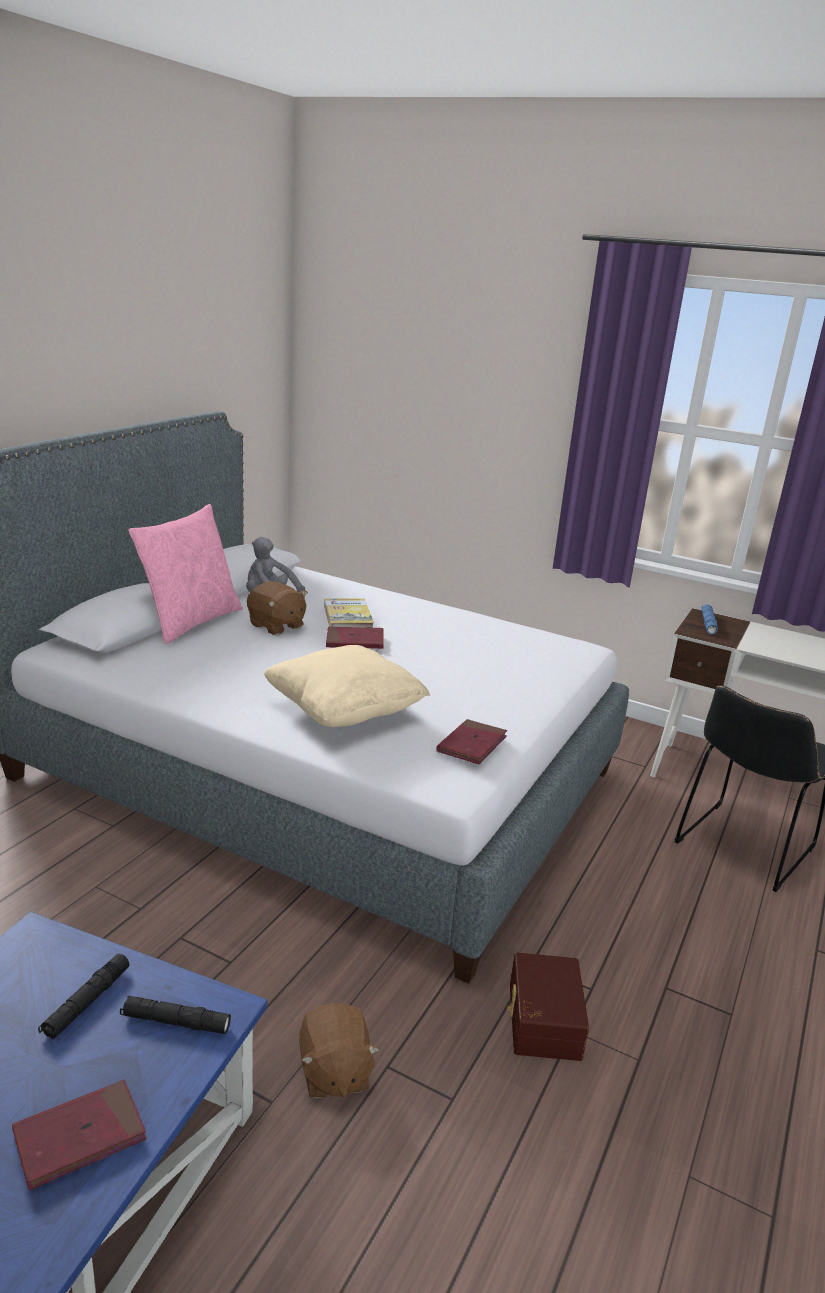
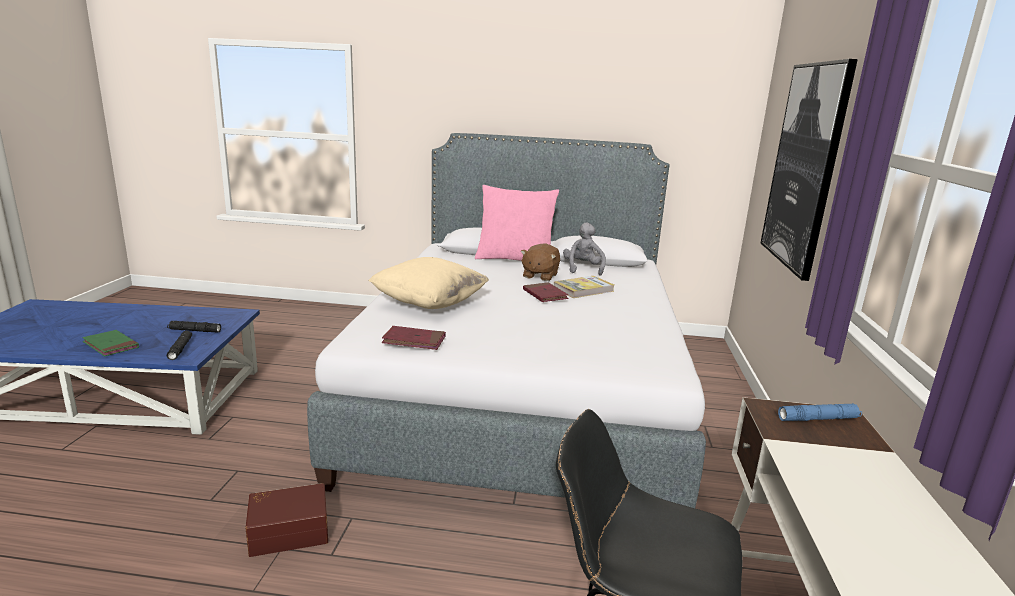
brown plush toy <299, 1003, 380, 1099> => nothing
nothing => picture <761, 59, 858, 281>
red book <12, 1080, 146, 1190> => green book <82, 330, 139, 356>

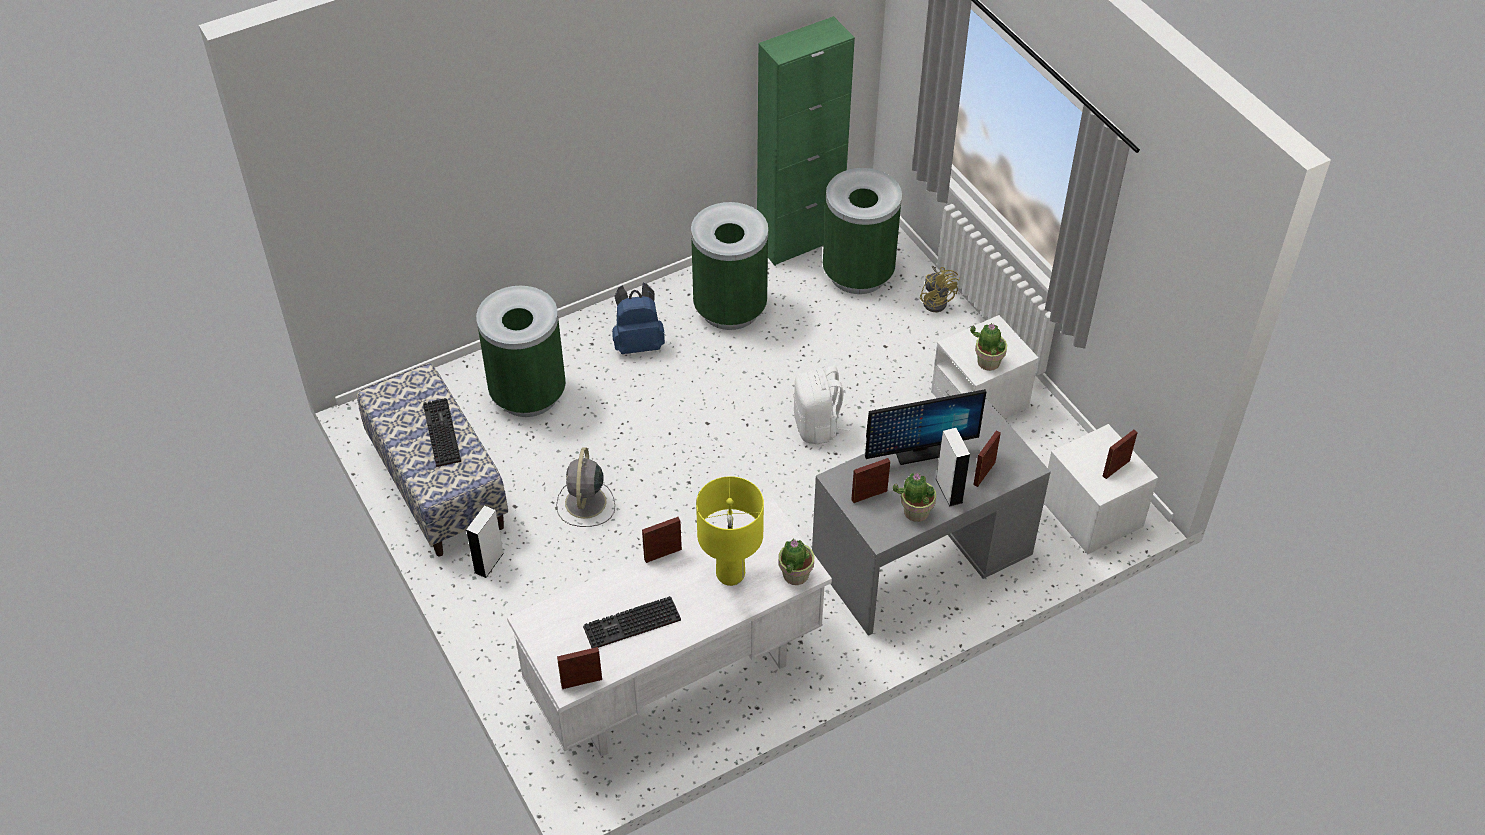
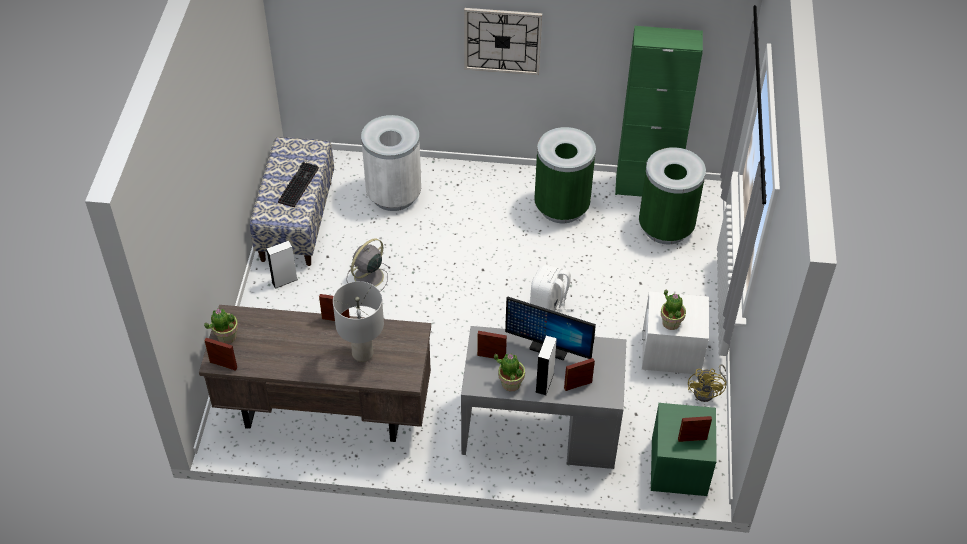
keyboard <583, 596, 681, 648> => nothing
blue backpack <612, 283, 665, 354> => nothing
nothing => wall clock <464, 8, 542, 75>
potted plant <778, 539, 814, 585> => potted plant <204, 309, 238, 344>, shifted
yellow fan <920, 266, 960, 312> => yellow fan <688, 364, 727, 402>, shifted
green trash can <476, 286, 566, 417> => white trash can <361, 115, 421, 211>
white desk <507, 497, 832, 757> => brown desk <199, 305, 431, 442>
yellow table lamp <696, 476, 764, 586> => grey table lamp <333, 281, 384, 362>
white nightstand <1044, 424, 1158, 554> => green nightstand <651, 403, 717, 496>

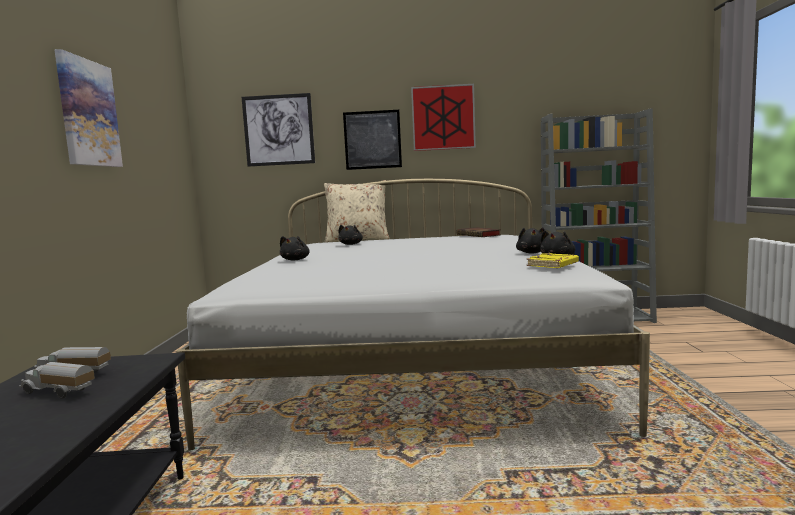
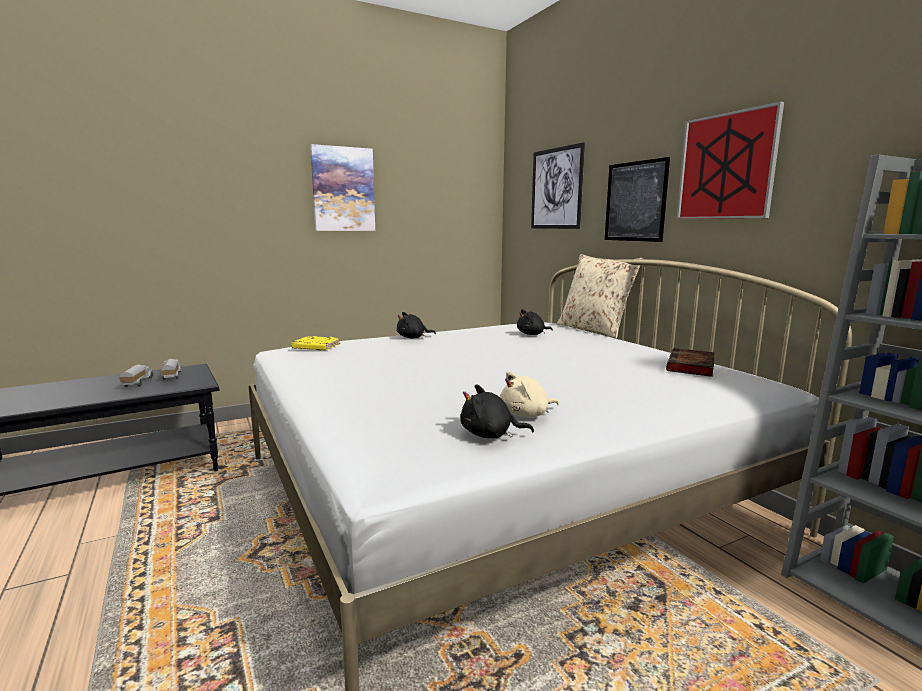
yellow book <526, 253, 579, 268> => yellow book <291, 336, 340, 350>, shifted
black plush toy <516, 227, 545, 254> => beige plush toy <500, 371, 559, 417>

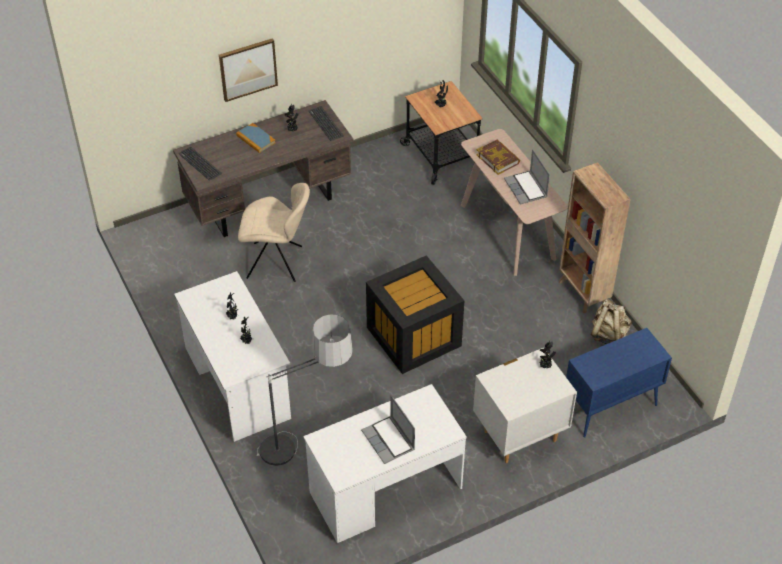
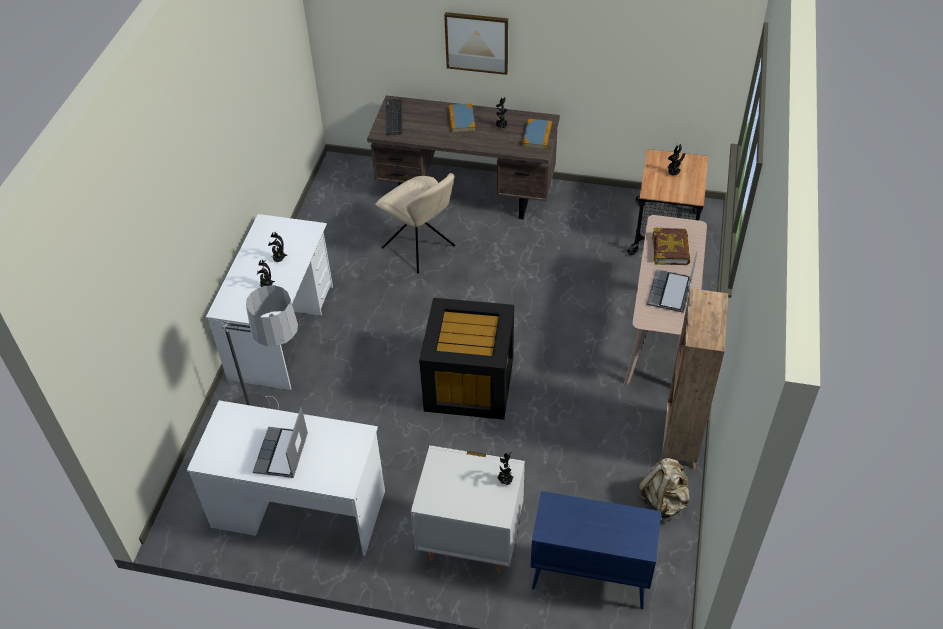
keyboard <309, 106, 344, 141> => book <522, 119, 552, 149>

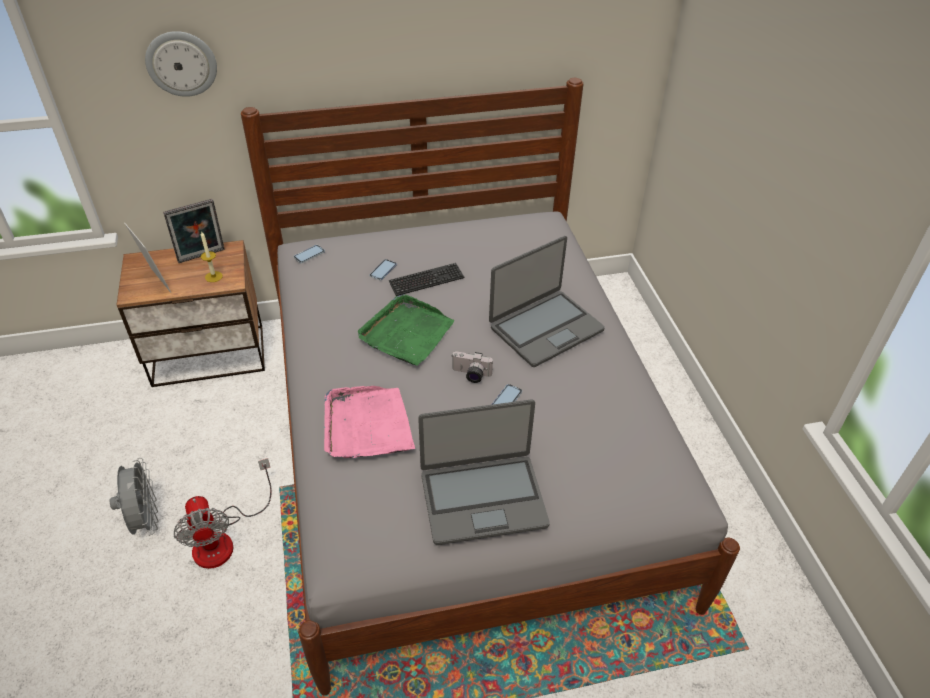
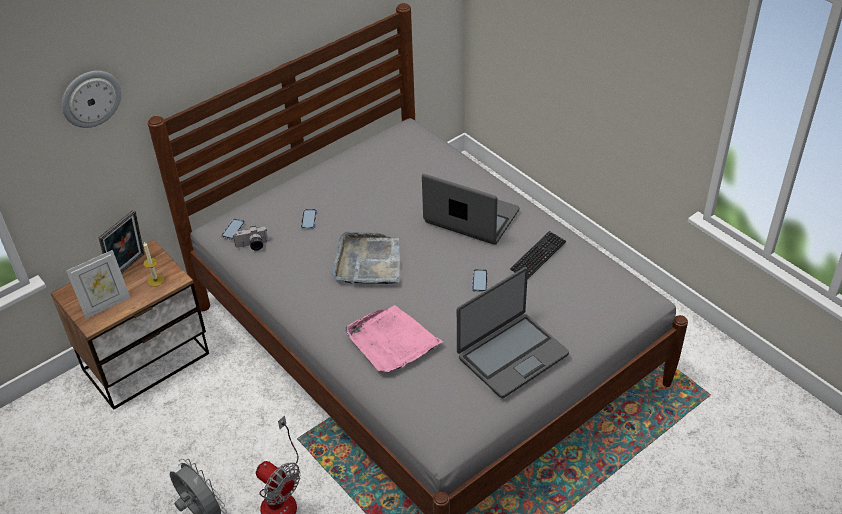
keyboard <389, 263, 464, 296> => keyboard <510, 231, 566, 280>, shifted
photo camera <452, 351, 493, 383> => photo camera <233, 226, 268, 251>, shifted
green tray <358, 294, 454, 366> => grey tray <331, 232, 400, 284>
picture frame <125, 223, 171, 293> => picture frame <66, 250, 130, 319>, 120 degrees clockwise
laptop <489, 236, 605, 367> => laptop <422, 174, 519, 245>, 90 degrees counterclockwise

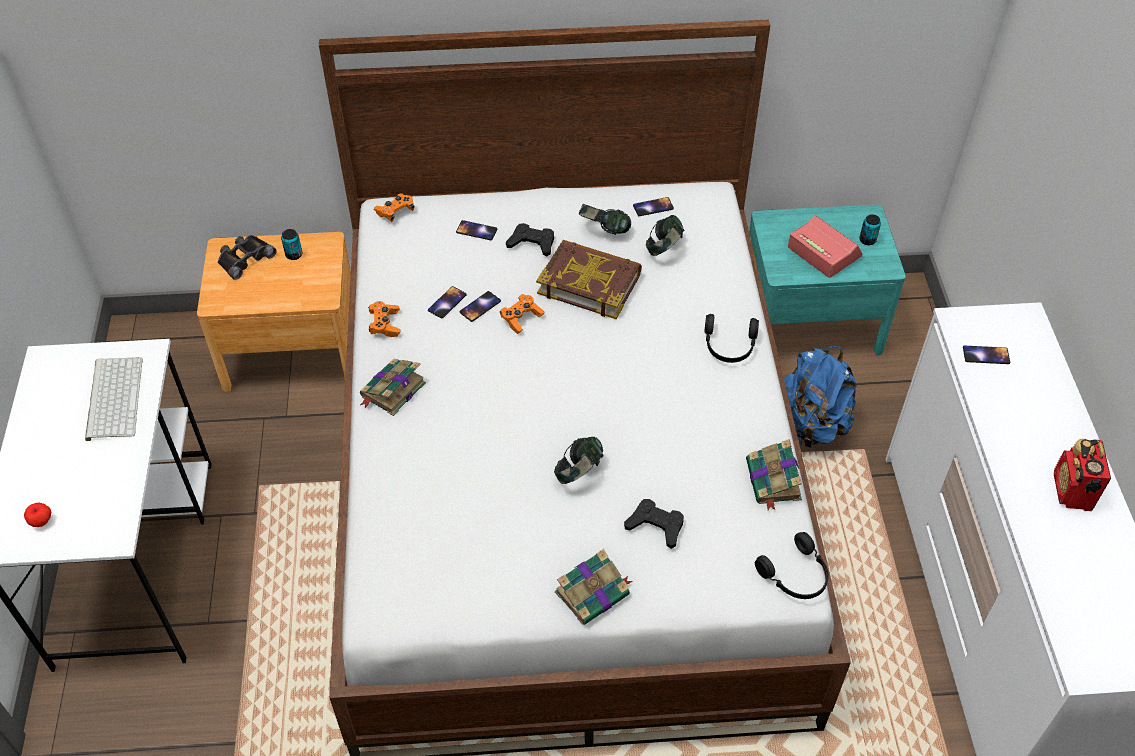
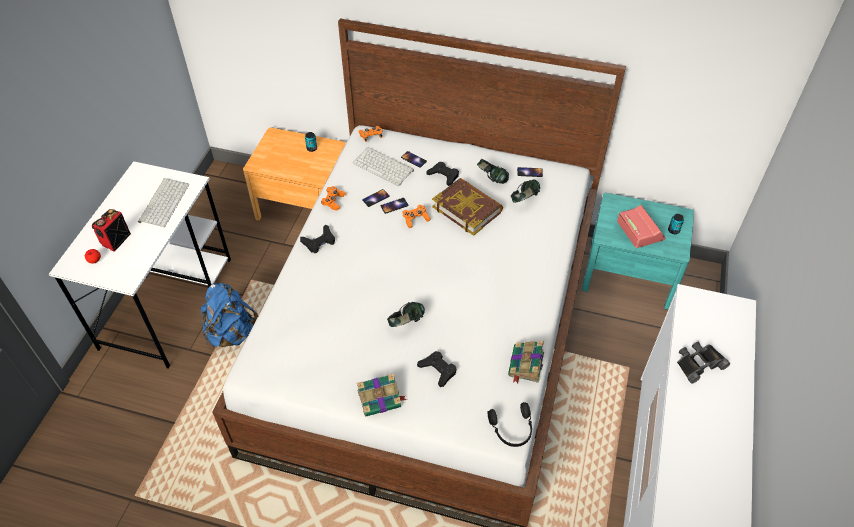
black headphones <704, 314, 759, 363> => nothing
phone <963, 346, 1010, 364> => nothing
nothing => keyboard <353, 147, 414, 186>
black binoculars <218, 235, 277, 280> => black binoculars <677, 342, 730, 383>, shifted
blue backpack <784, 346, 857, 448> => blue backpack <201, 283, 259, 348>, shifted
radio <1054, 439, 1111, 511> => radio <92, 209, 131, 251>, shifted
book <360, 358, 426, 416> => black game controller <300, 225, 335, 253>

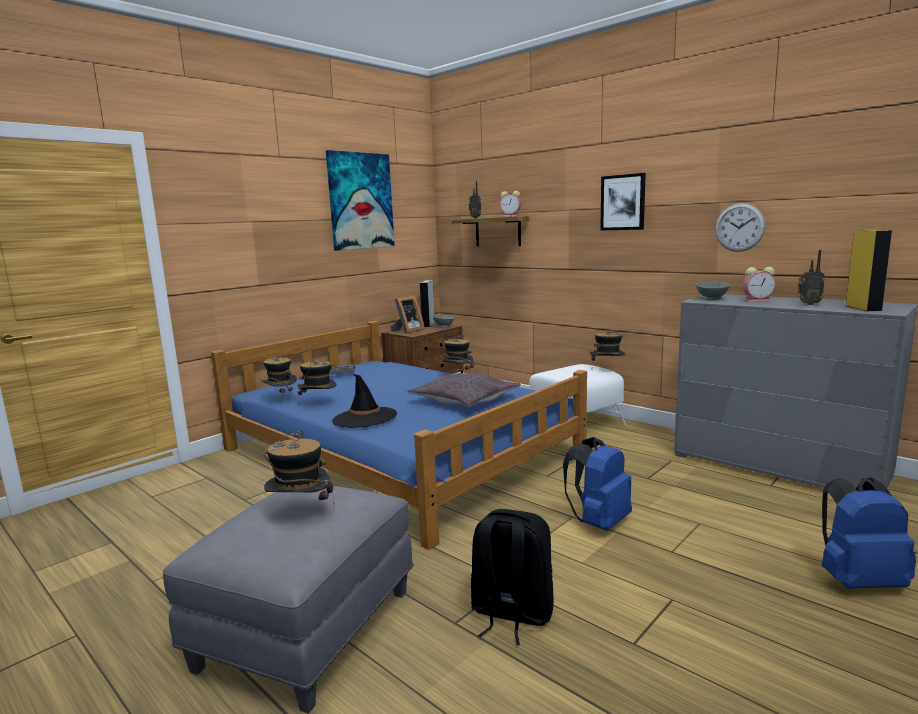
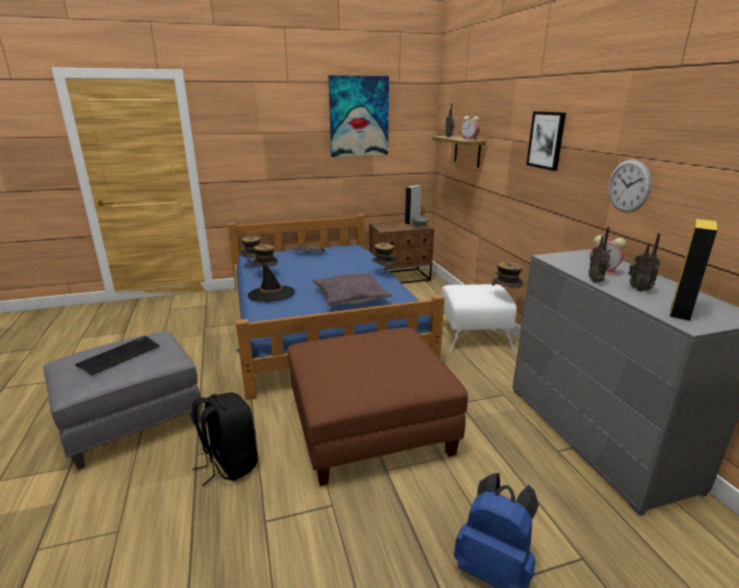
picture frame <391, 295, 425, 334> => nothing
grey bowl <696, 281, 730, 300> => nothing
nothing => radio <589, 227, 611, 283>
hat <263, 431, 334, 506> => keyboard <76, 336, 160, 376>
blue backpack <563, 437, 632, 531> => brown ottoman <287, 327, 468, 486>

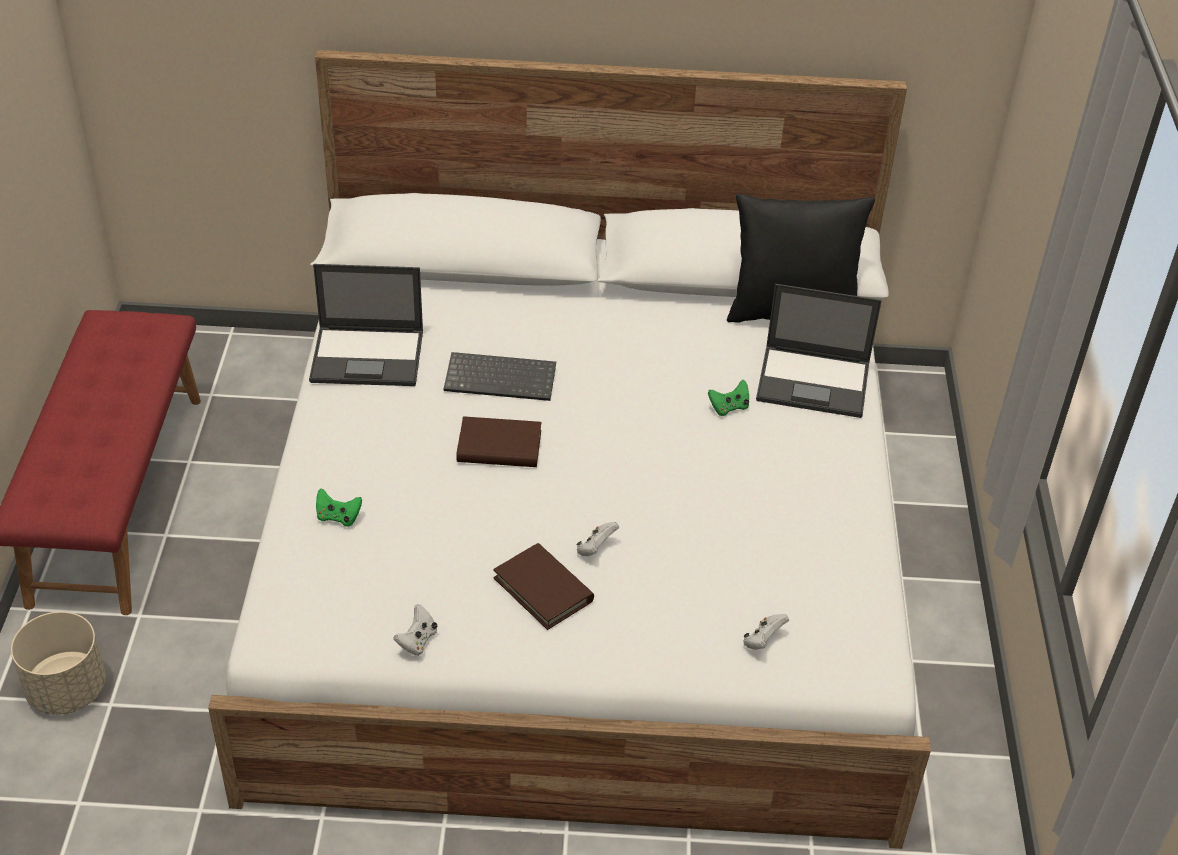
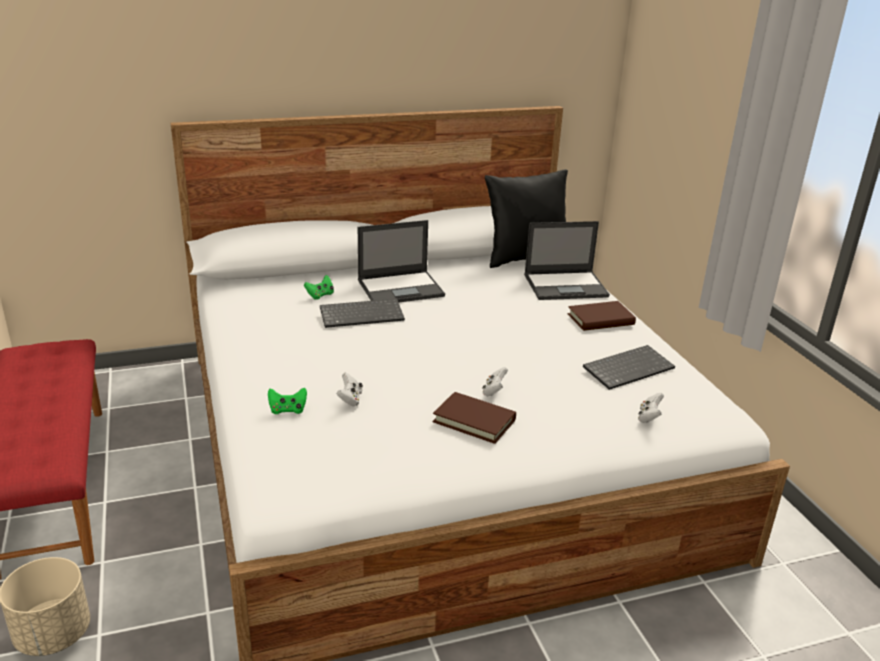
nothing => keyboard <583, 345, 675, 390>
laptop <309, 264, 423, 386> => laptop <358, 220, 445, 303>, shifted
white game controller <393, 604, 437, 656> => white game controller <337, 373, 363, 406>, shifted
brown book <456, 416, 541, 467> => brown book <568, 301, 636, 331>, shifted
green game controller <708, 380, 749, 416> => green game controller <304, 275, 334, 300>, shifted

